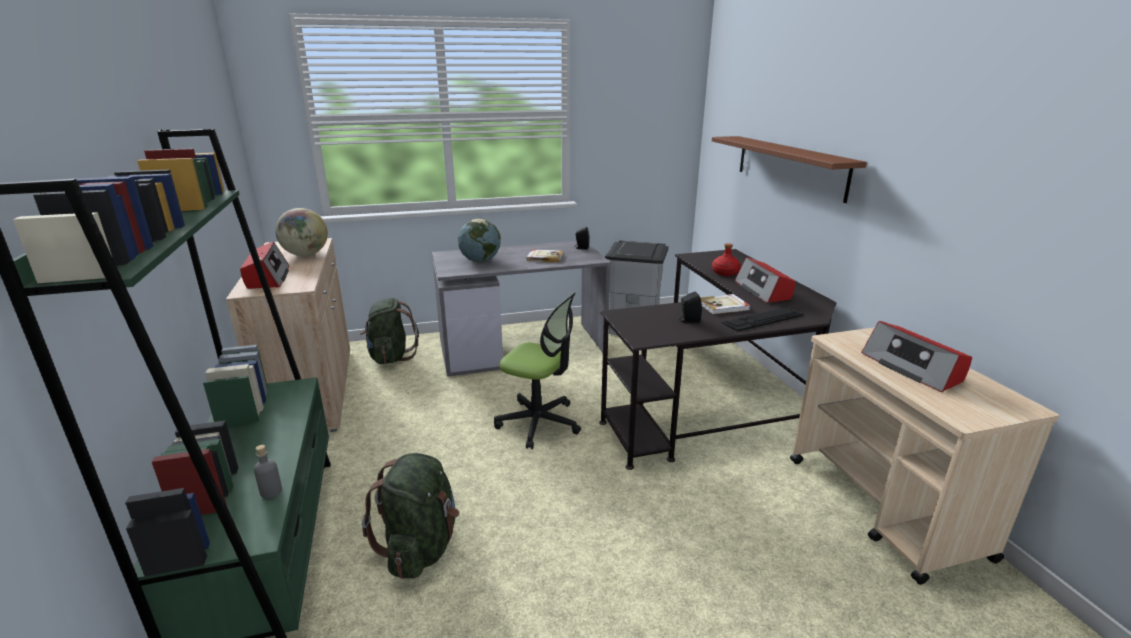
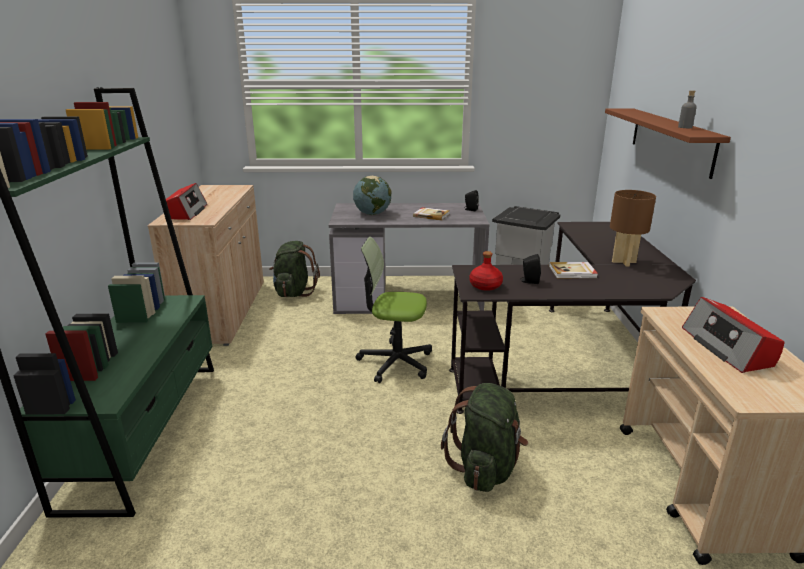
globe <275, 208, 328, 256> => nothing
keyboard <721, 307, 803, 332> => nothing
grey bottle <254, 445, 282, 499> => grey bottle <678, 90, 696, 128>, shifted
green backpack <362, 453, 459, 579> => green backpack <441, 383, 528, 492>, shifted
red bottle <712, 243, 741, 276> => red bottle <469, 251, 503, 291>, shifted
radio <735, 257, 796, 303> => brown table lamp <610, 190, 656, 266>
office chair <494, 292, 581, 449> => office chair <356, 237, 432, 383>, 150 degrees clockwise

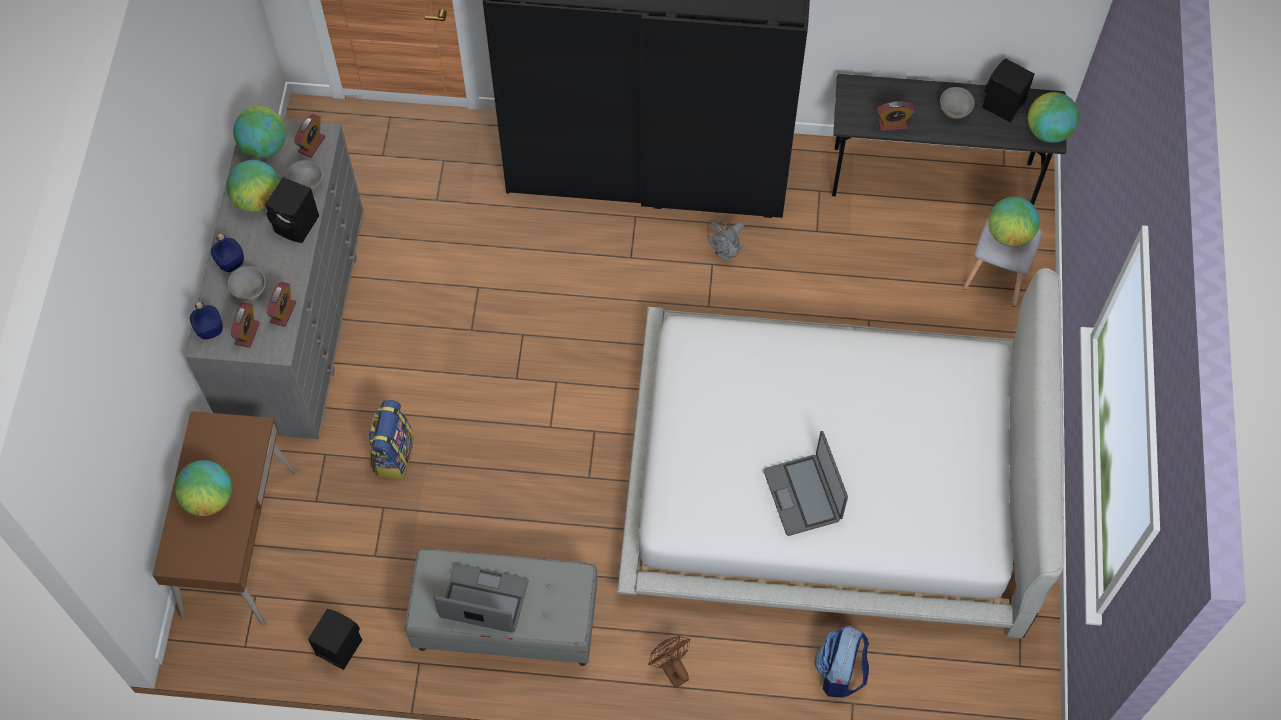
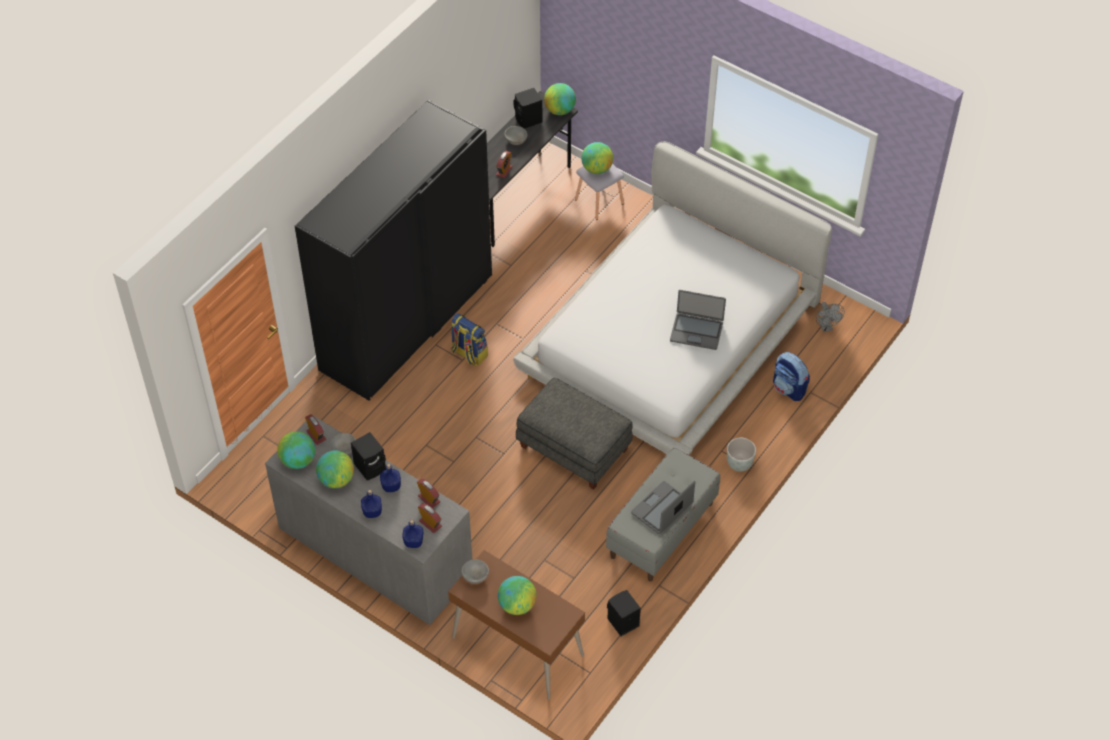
nothing => blue bottle <380, 464, 401, 492>
nothing => grey ottoman <516, 378, 633, 489>
grey bowl <228, 266, 266, 301> => grey bowl <462, 559, 489, 584>, shifted
backpack <369, 400, 414, 479> => backpack <451, 313, 488, 366>, shifted
grey fan <707, 219, 744, 262> => grey fan <816, 302, 844, 332>, shifted
brown fan <648, 636, 690, 688> => grey planter <727, 438, 756, 472>

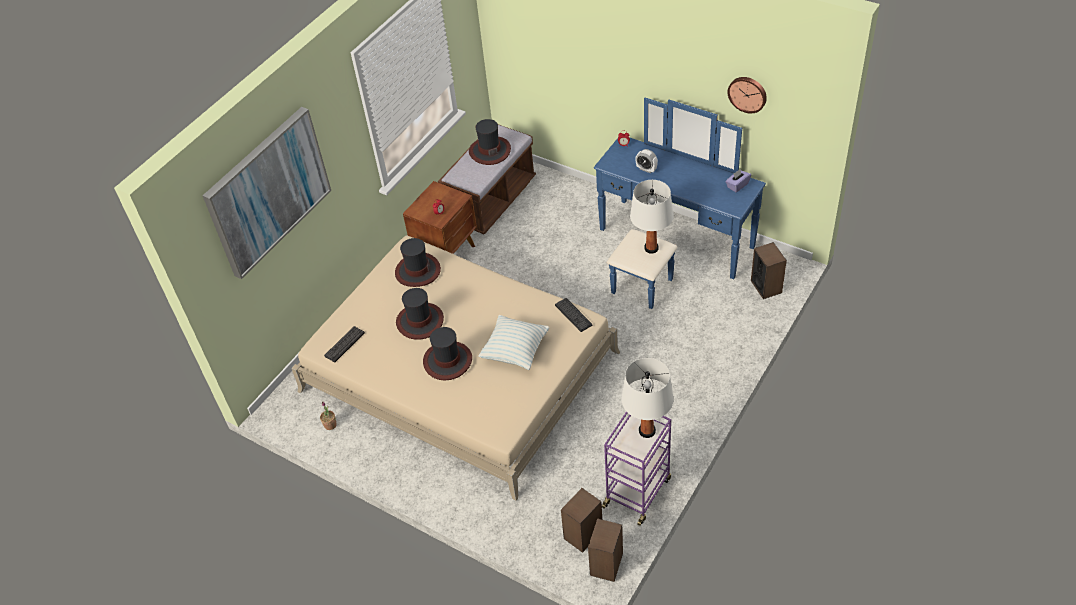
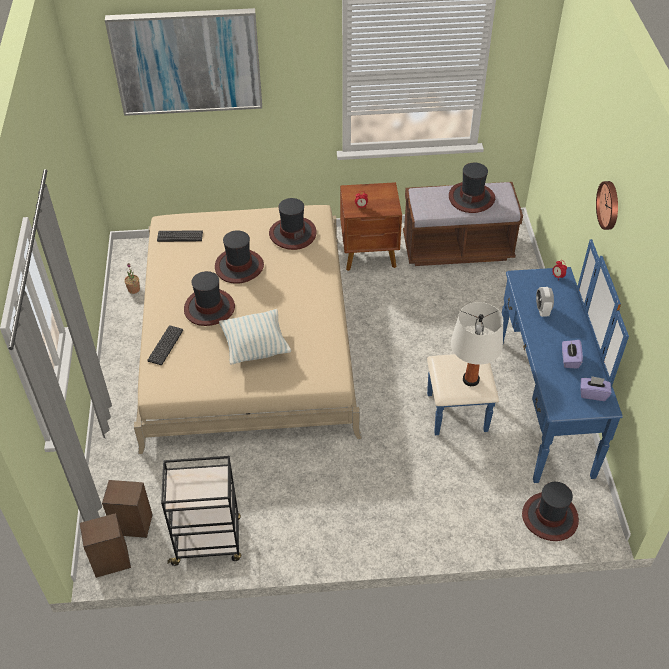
white table lamp <621, 358, 673, 438> => nothing
nothing => purple tissue box <562, 340, 583, 369>
keyboard <555, 298, 592, 332> => keyboard <148, 325, 183, 365>, shifted
wall clock <728, 77, 767, 113> => wall clock <596, 181, 618, 230>, shifted
speaker <751, 242, 787, 299> => hat <522, 482, 579, 541>
purple cart <602, 411, 671, 526> => black cart <161, 456, 241, 566>

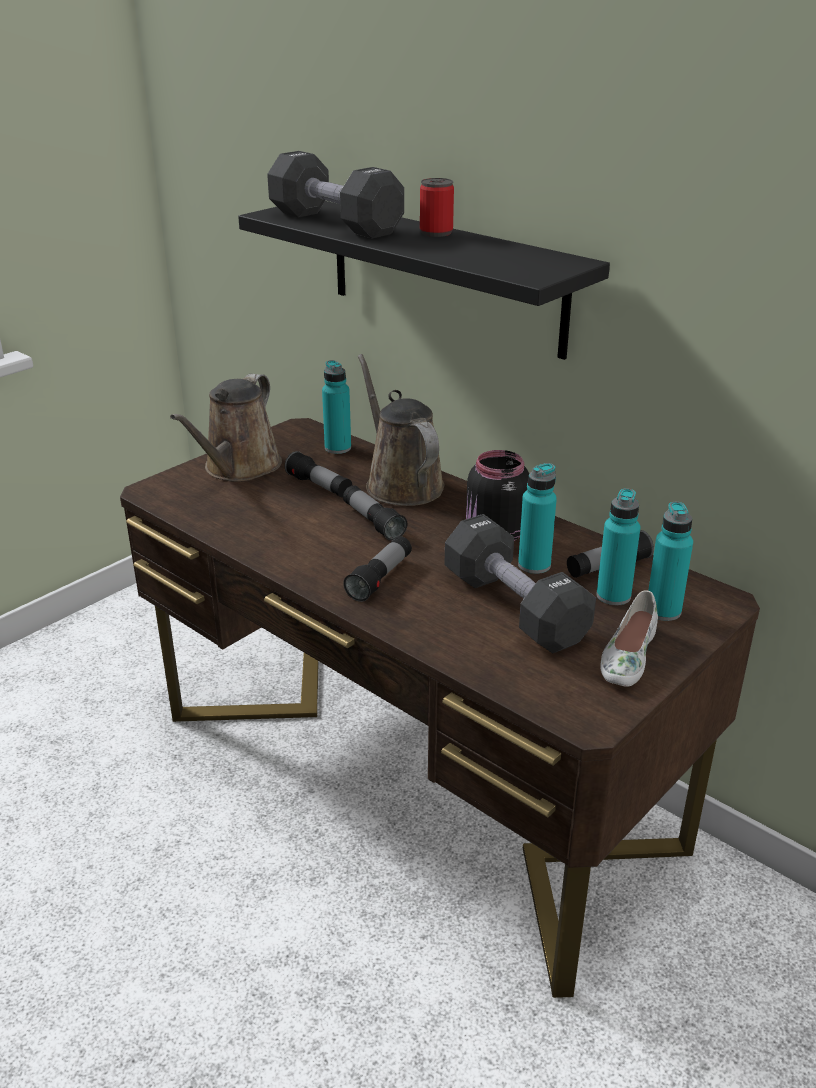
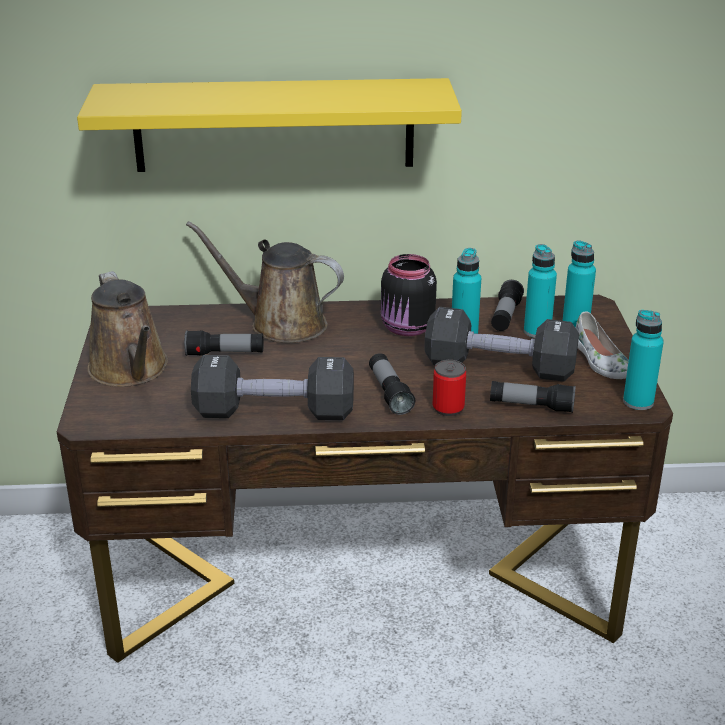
black dumbbell <267, 151, 404, 239> => black dumbbell <191, 355, 354, 420>, shifted
turquoise bottle <322, 360, 351, 454> => turquoise bottle <623, 310, 664, 410>, shifted
flashlight <343, 485, 407, 541> => flashlight <490, 381, 576, 413>, shifted
can <420, 178, 454, 237> => can <433, 360, 466, 416>, shifted
black shelf <238, 201, 610, 360> => yellow shelf <77, 78, 462, 172>

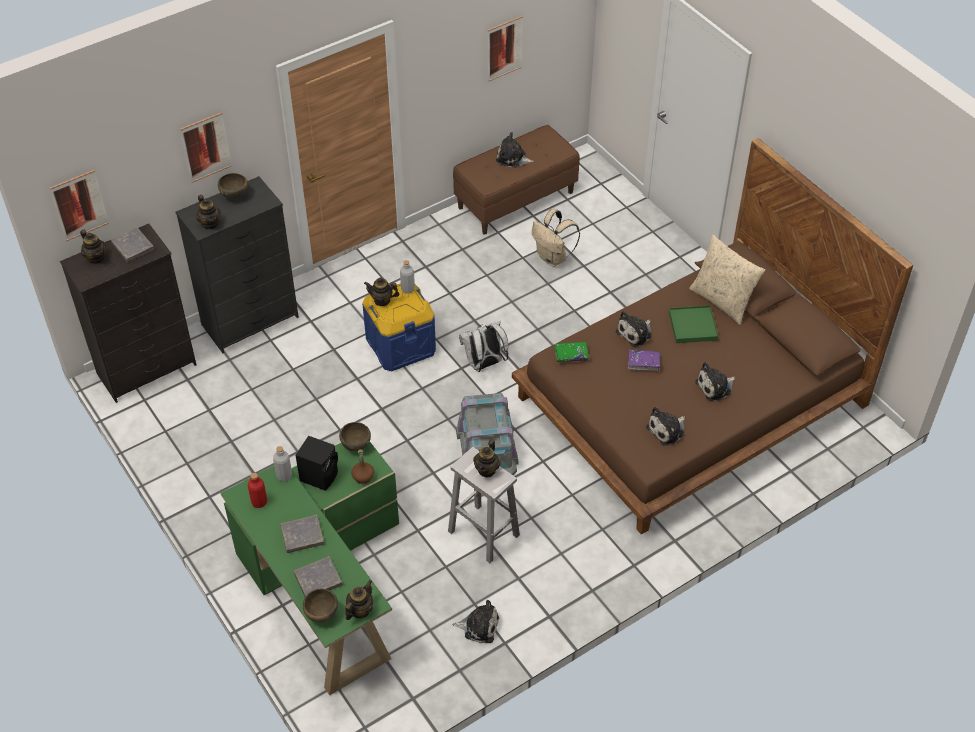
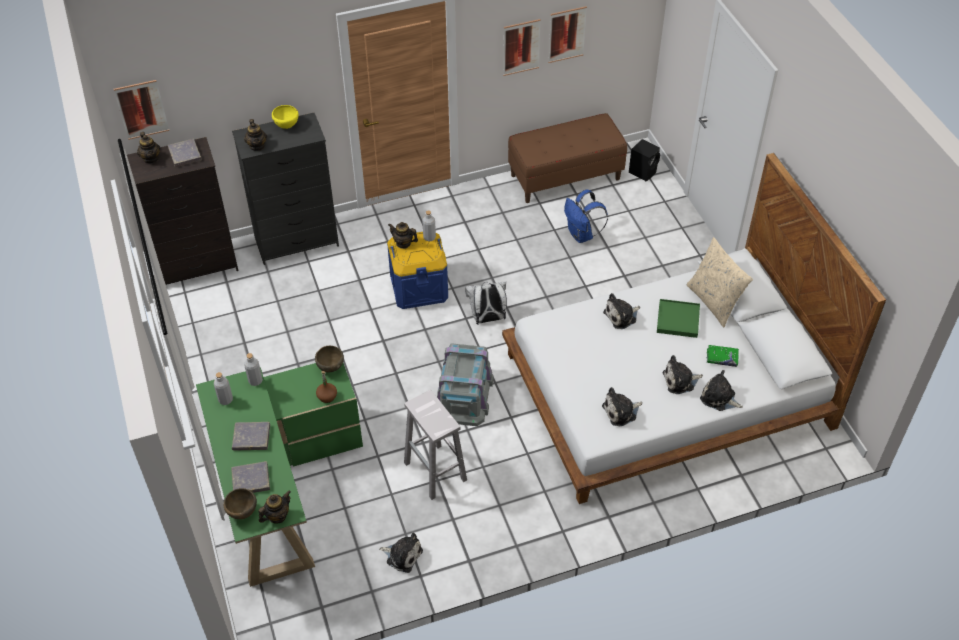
teapot <473, 440, 500, 477> => nothing
purple book <628, 350, 661, 371> => nothing
picture <180, 112, 232, 183> => picture <503, 19, 541, 76>, shifted
black speaker <296, 436, 338, 491> => black speaker <629, 139, 660, 181>, shifted
plush toy <496, 132, 534, 168> => plush toy <700, 370, 743, 411>, shifted
green book <555, 342, 589, 362> => green book <707, 345, 739, 367>, shifted
brown bowl <218, 173, 248, 199> => yellow bowl <272, 105, 299, 129>
red bottle <248, 473, 267, 508> => grey bottle <214, 372, 233, 405>
brown bed <512, 138, 913, 535> => white bed <502, 153, 886, 504>
beige backpack <532, 209, 580, 267> => blue backpack <564, 190, 608, 243>

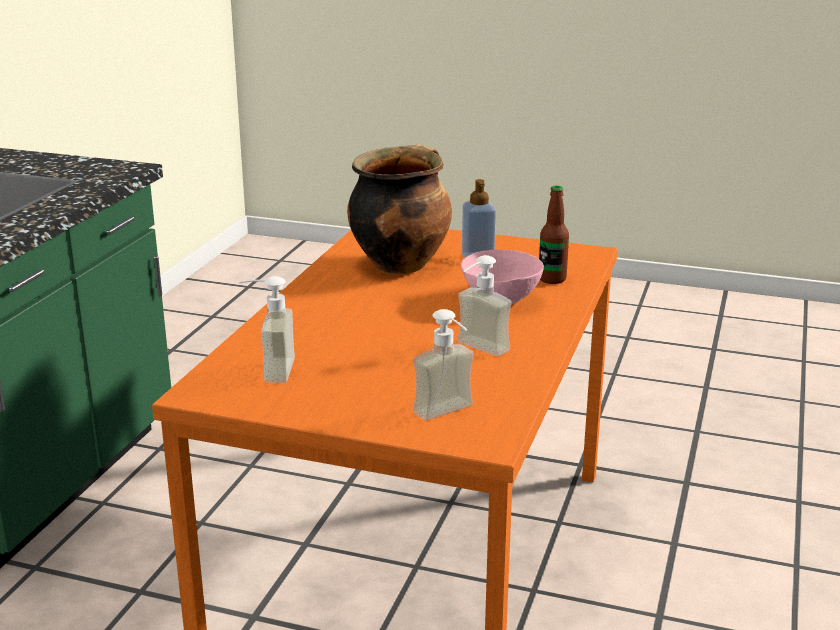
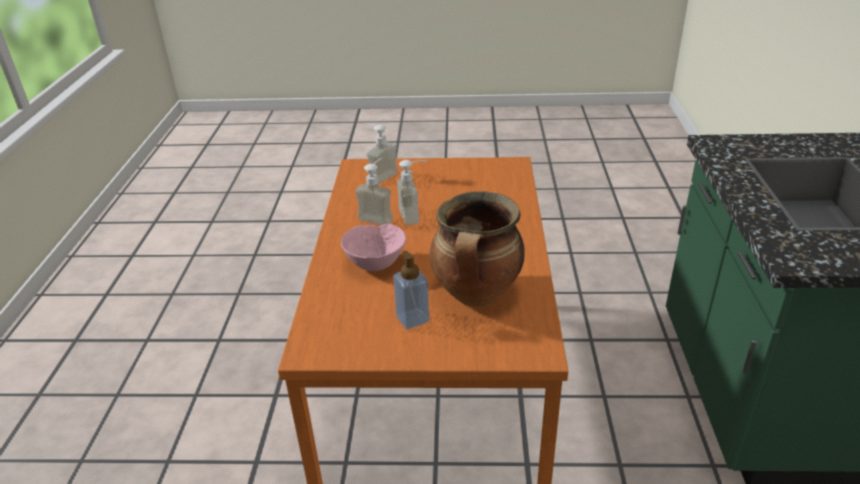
bottle <539, 186, 569, 284> => nothing
soap dispenser <239, 276, 295, 383> => soap dispenser <397, 160, 428, 225>, shifted

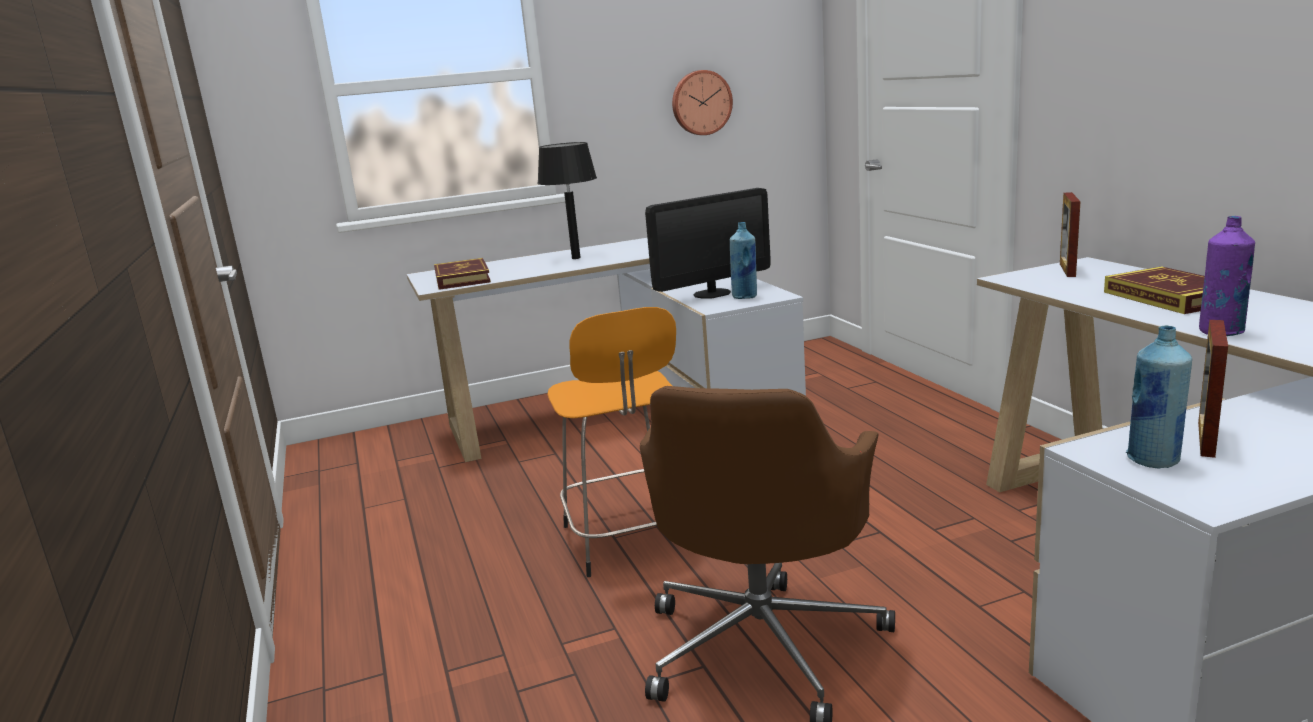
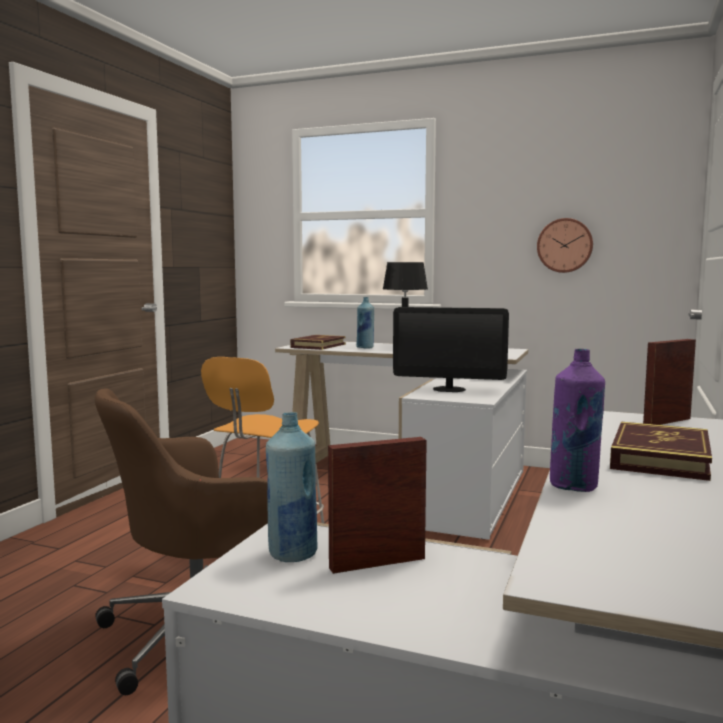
blue bottle <730, 222, 757, 299> => blue bottle <356, 297, 374, 349>, shifted

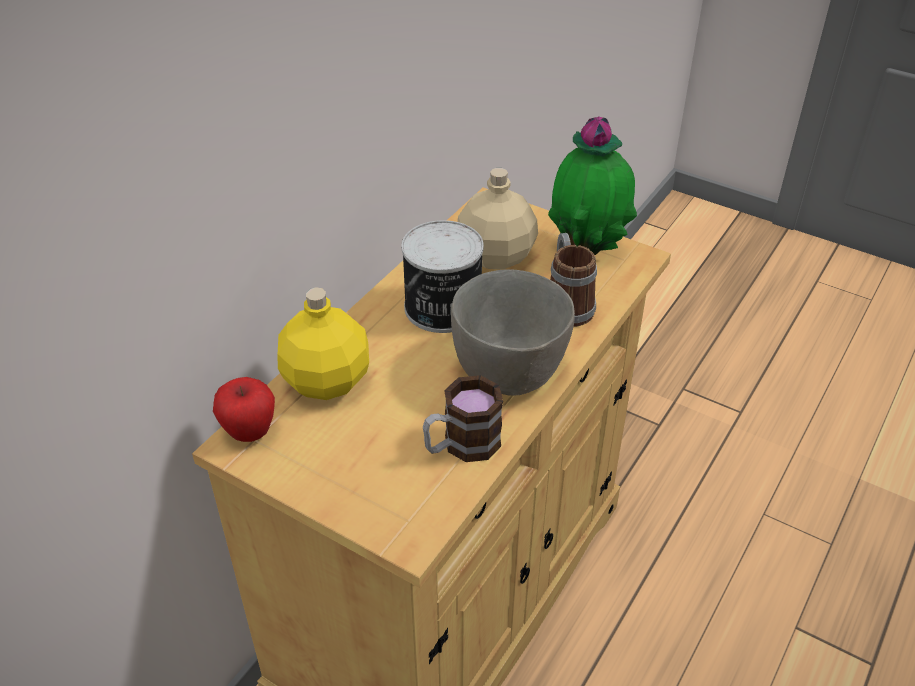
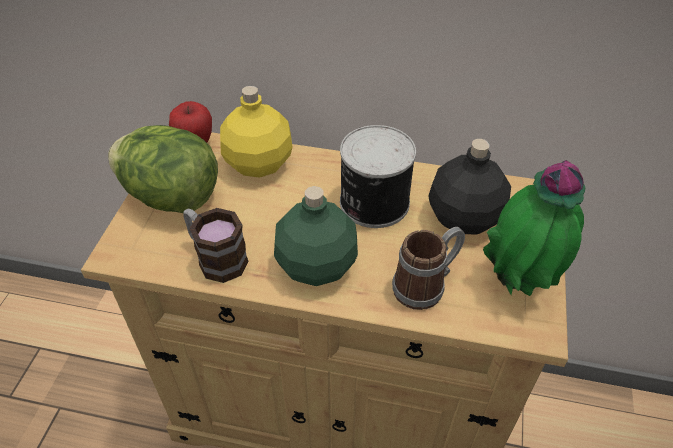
nothing => lettuce <108, 125, 218, 213>
grey bowl <451, 269, 575, 396> => green bottle <274, 186, 358, 286>
beige bottle <457, 168, 538, 270> => black bottle <428, 139, 511, 235>

